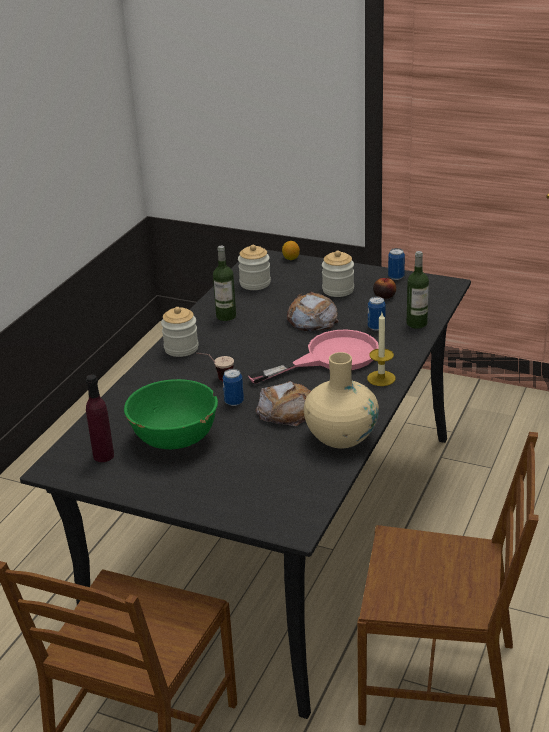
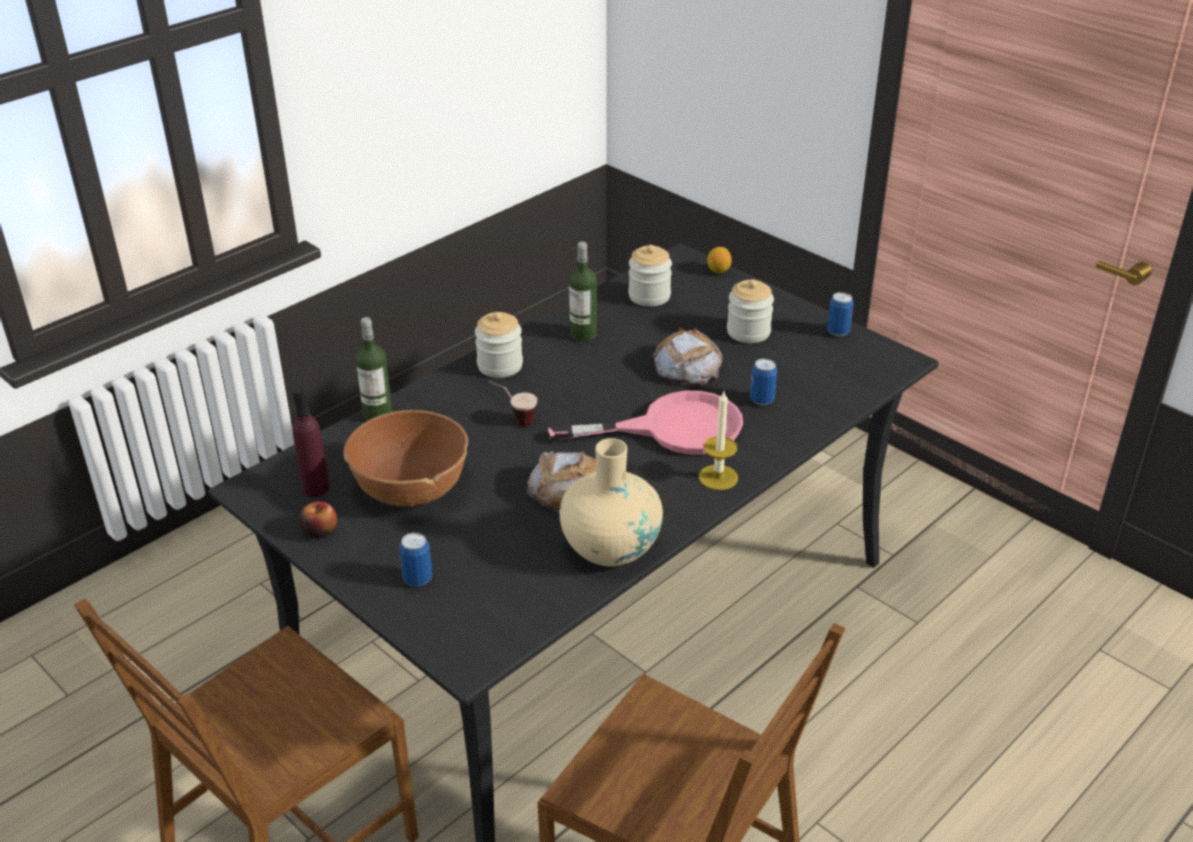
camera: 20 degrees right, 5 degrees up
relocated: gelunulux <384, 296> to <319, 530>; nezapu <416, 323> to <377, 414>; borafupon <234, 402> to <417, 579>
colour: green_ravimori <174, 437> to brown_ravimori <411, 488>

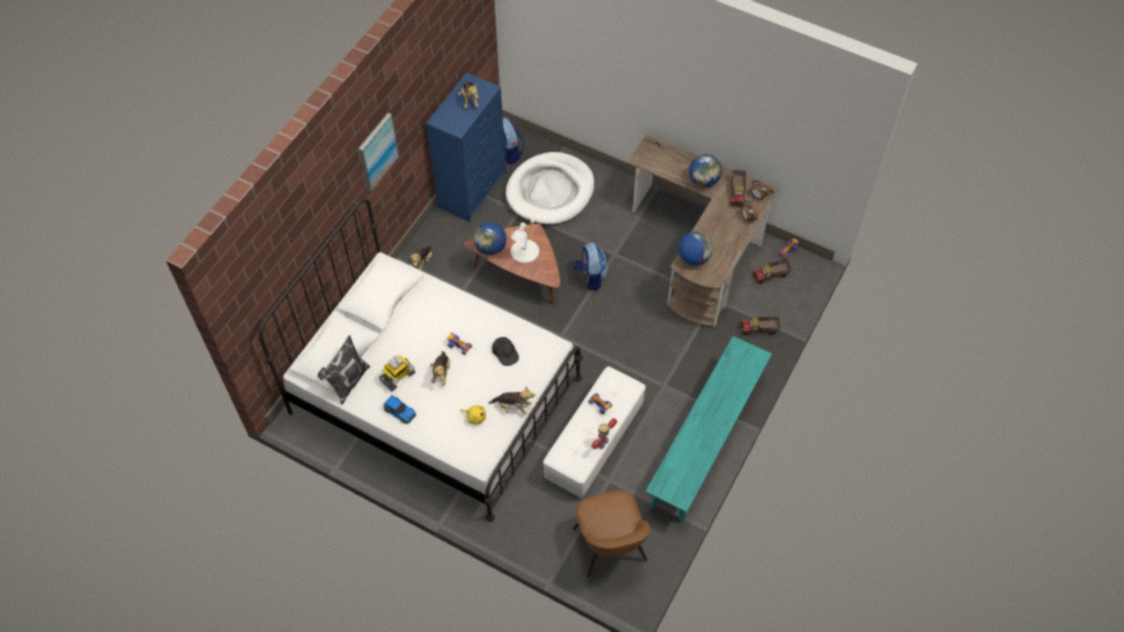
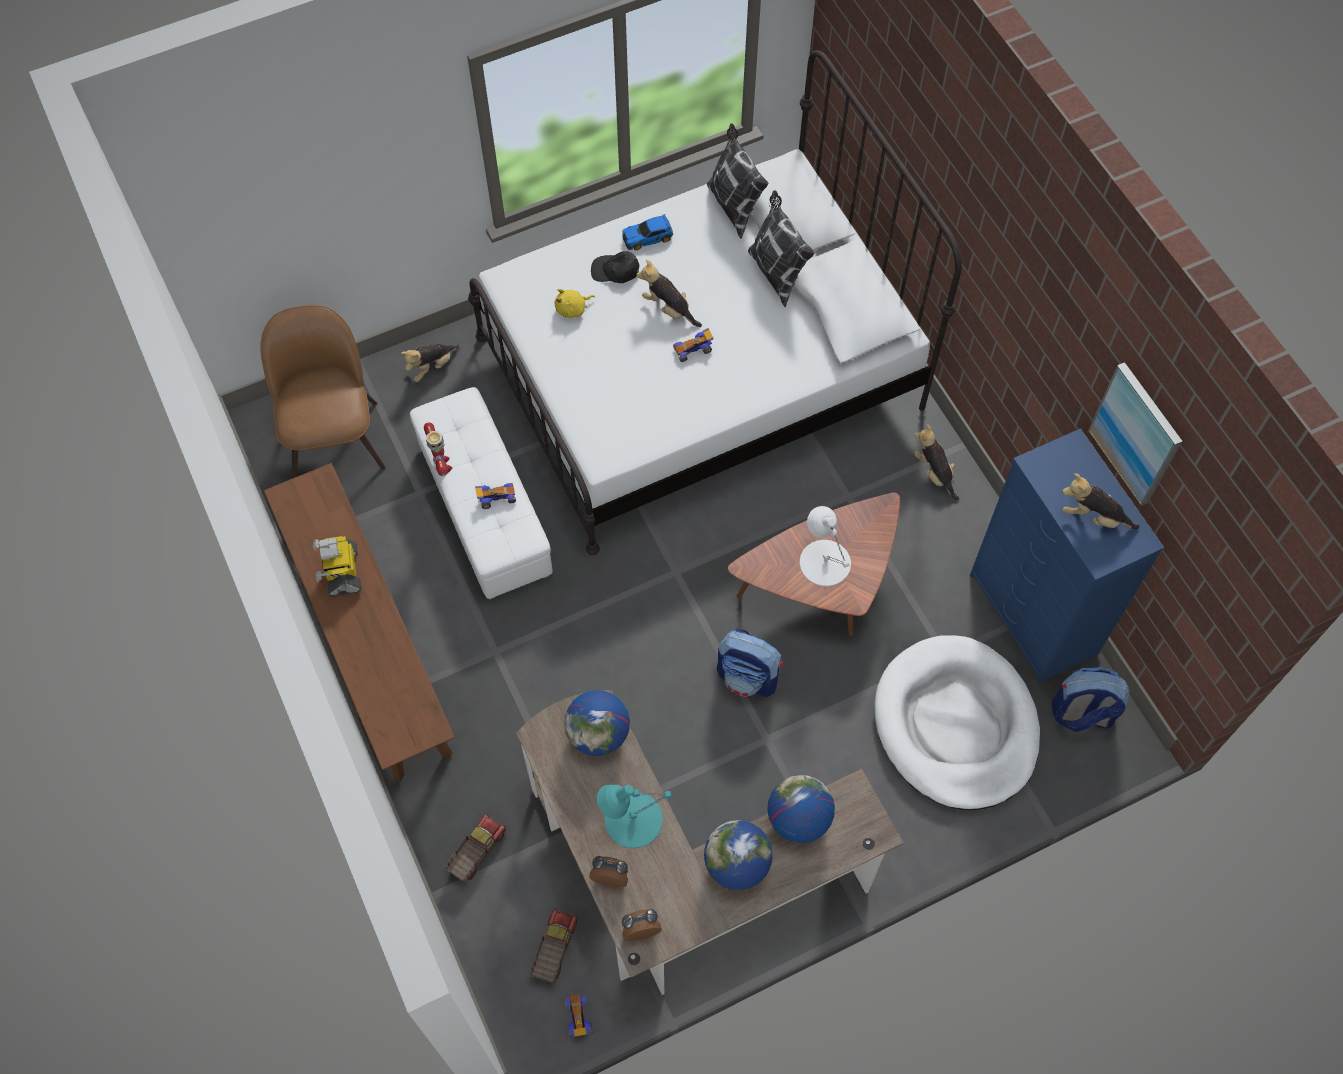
camera: 125 degrees right, 5 degrees up
missing: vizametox <737, 193>
appeared: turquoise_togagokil <632, 819>; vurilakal <776, 272>
relocated: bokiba <398, 377> to <342, 571>; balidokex <513, 406> to <432, 367>; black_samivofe <505, 352> to <615, 270>; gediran <491, 248> to <798, 818>; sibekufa <377, 151> to <1136, 434>
colour: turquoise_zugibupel <705, 442> to brown_zugibupel <369, 642>
spun: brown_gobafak <610, 547> = <334, 437> 60 degrees clockwise

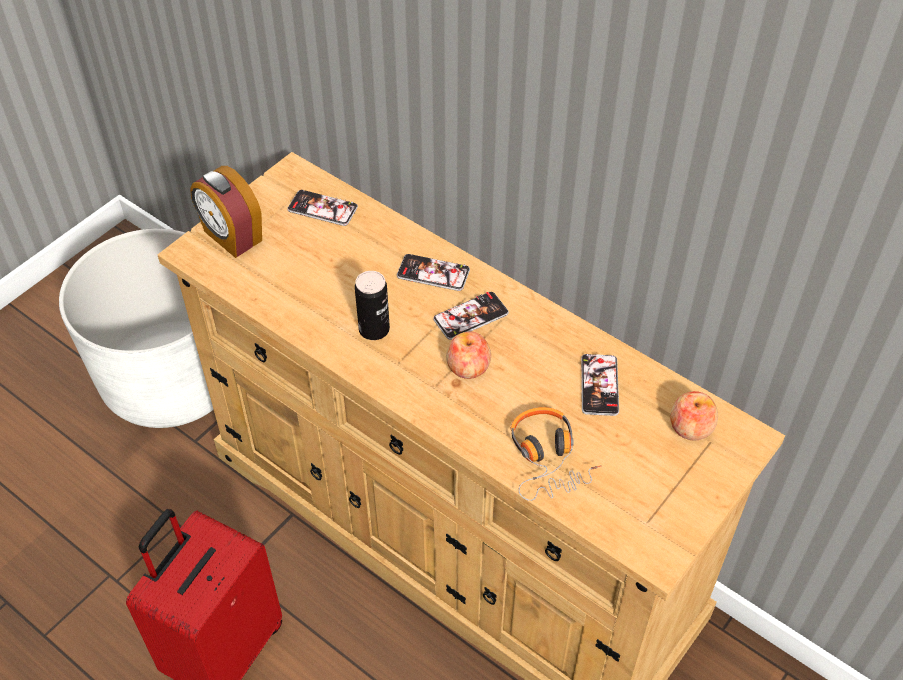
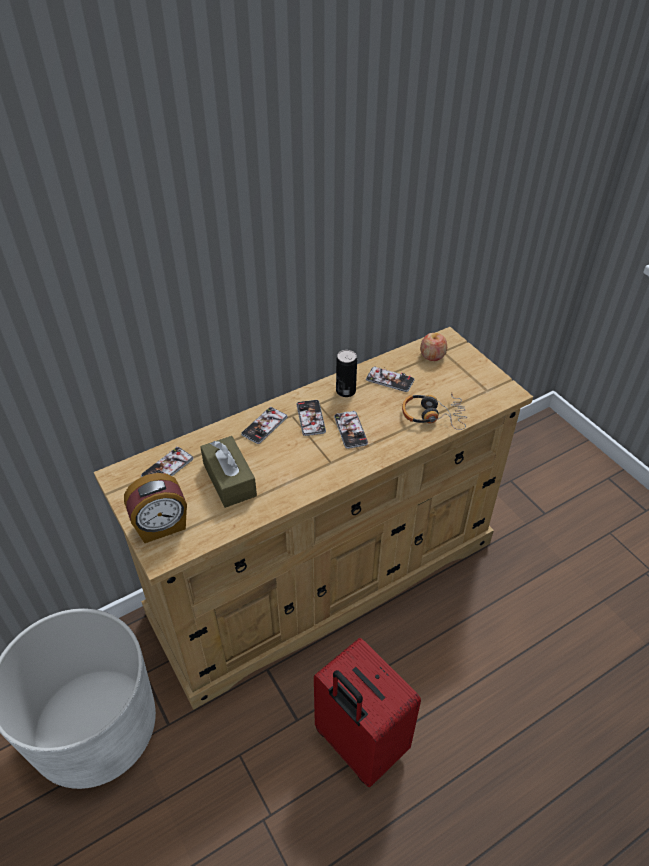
camera: 70 degrees left, 5 degrees down
appeared: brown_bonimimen <229, 480>
relocated: borafupon <374, 329> to <345, 391>
exchanged: gelunulux <468, 366> to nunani <350, 430>

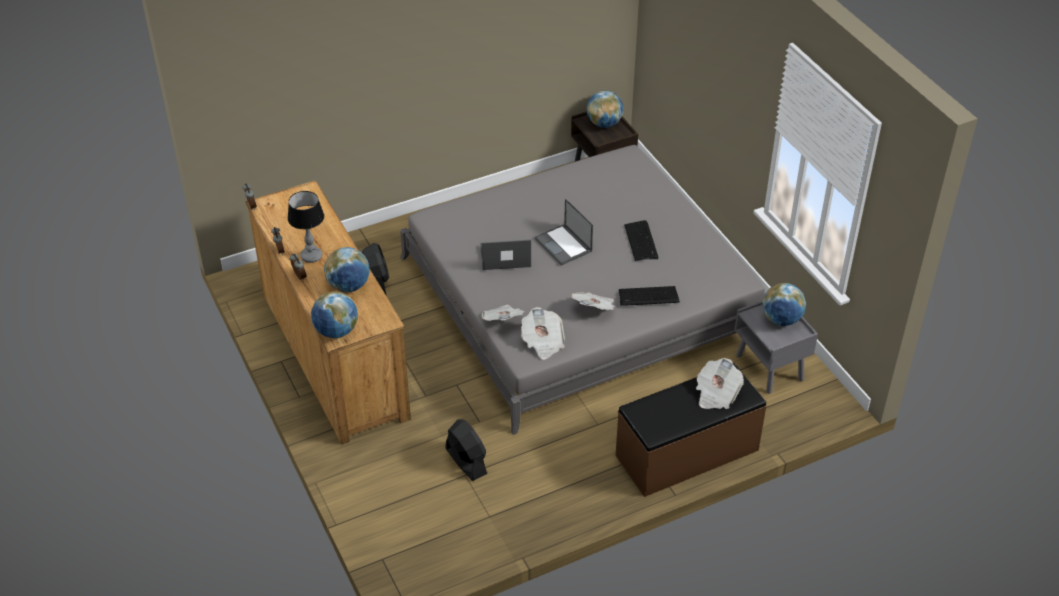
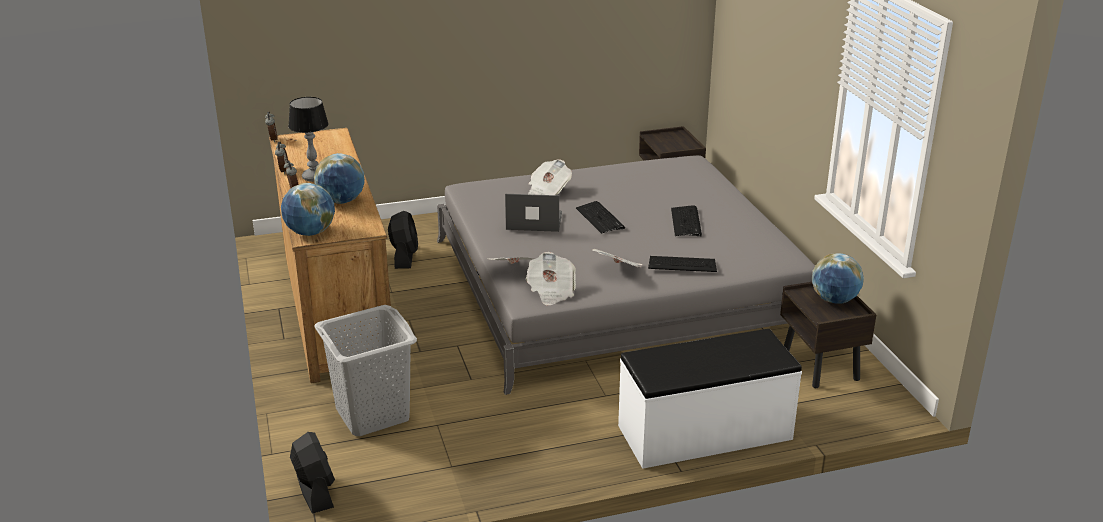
camera: 10 degrees right, 15 degrees down
missing: gediran <604, 123>
appeared: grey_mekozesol <373, 414>
relocated: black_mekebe <466, 461> to <315, 491>; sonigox <716, 394> to <547, 191>
exchanged: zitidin <563, 245> to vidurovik <600, 218>
colour: brown_zugibupel <687, 453> to white_zugibupel <705, 433>; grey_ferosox <770, 368> to brown_ferosox <821, 366>

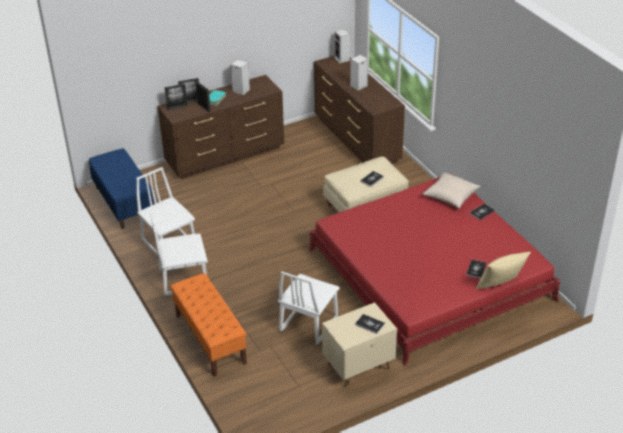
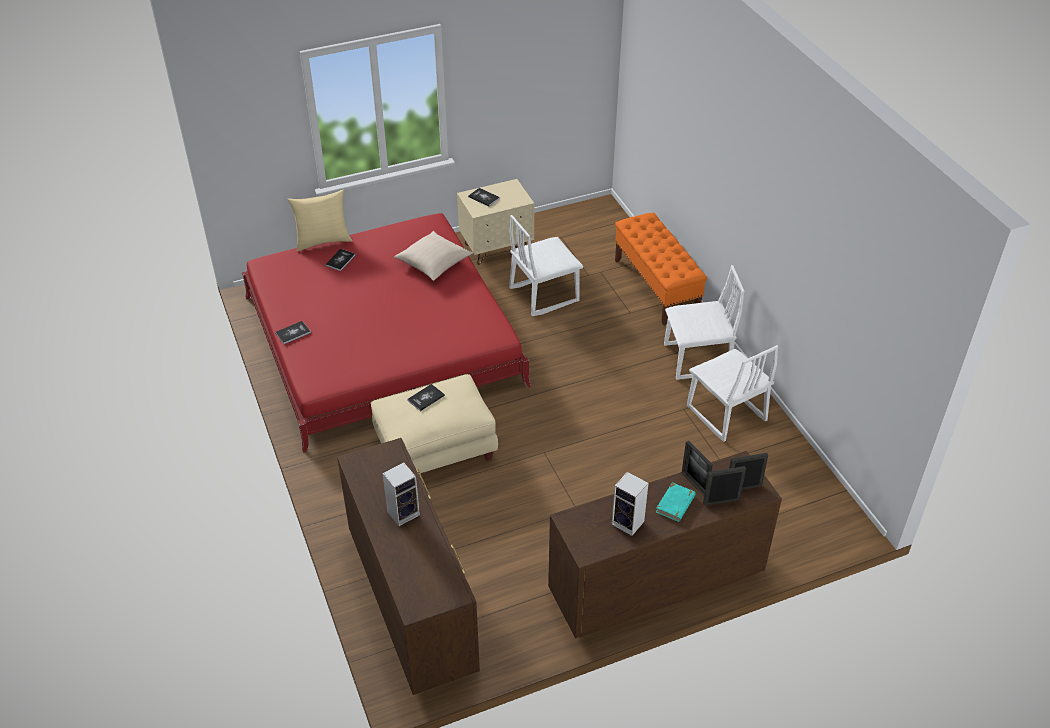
camera: 175 degrees left, 5 degrees up
missing: blue_zugibupel <124, 203>; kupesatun <342, 59>
relocated: beige_vurilakal <450, 196> to <433, 263>
spun: white_gobafak <308, 324> = <543, 294> 150 degrees counterclockwise

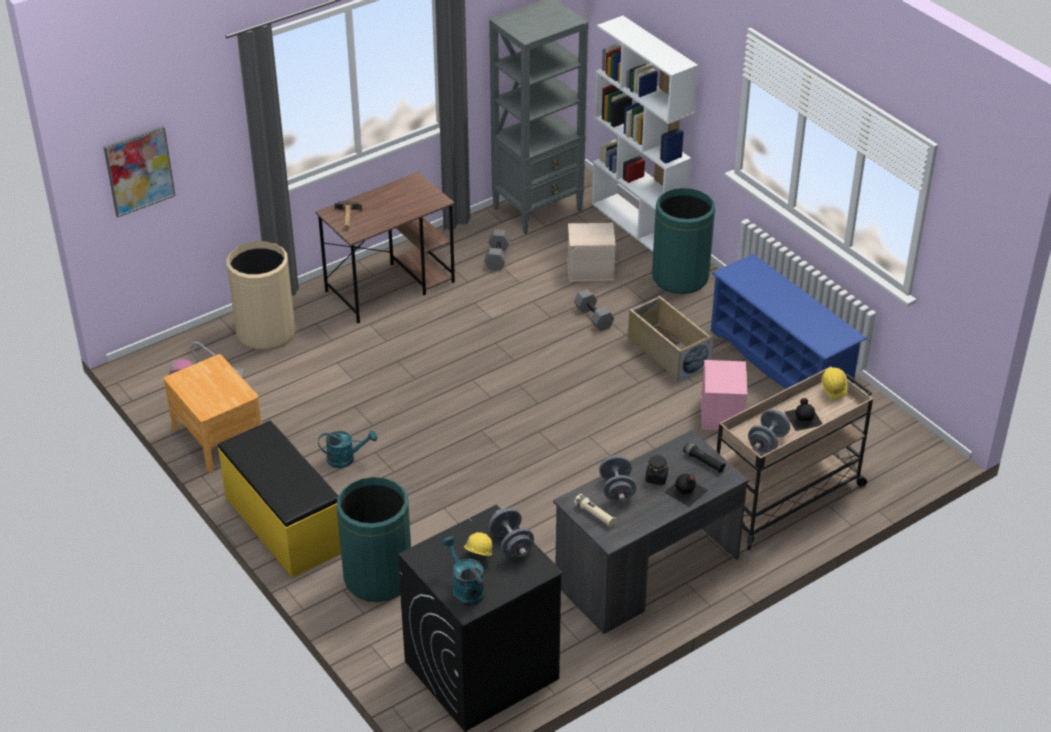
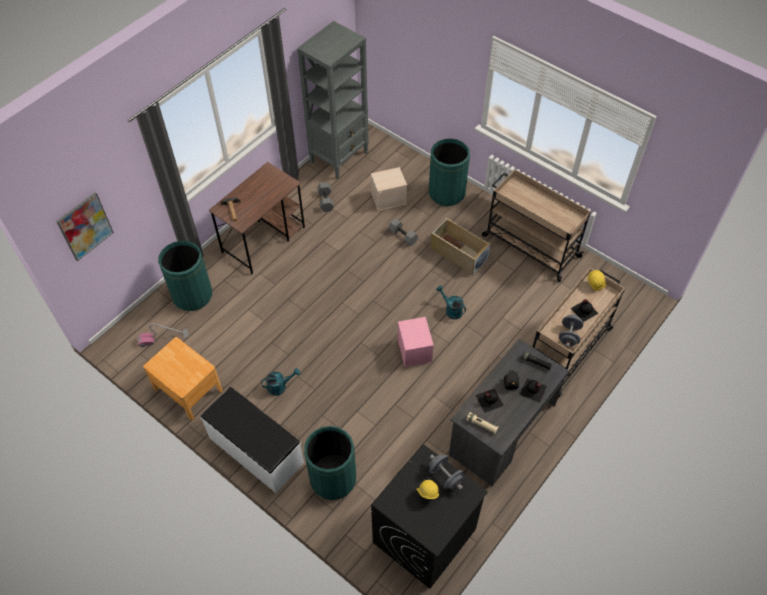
camera: 15 degrees left, 15 degrees up
missing: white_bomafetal <638, 225>
relocated: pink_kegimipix <722, 414> to <415, 351>; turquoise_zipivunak <465, 589> to <451, 310>
exchanged: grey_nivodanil <617, 490> to black_nezapu <488, 400>; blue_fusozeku <780, 362> to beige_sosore <530, 246>
colour: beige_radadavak <265, 333> to green_radadavak <192, 295>; yellow_zugibupel <283, 524> to white_zugibupel <255, 451>

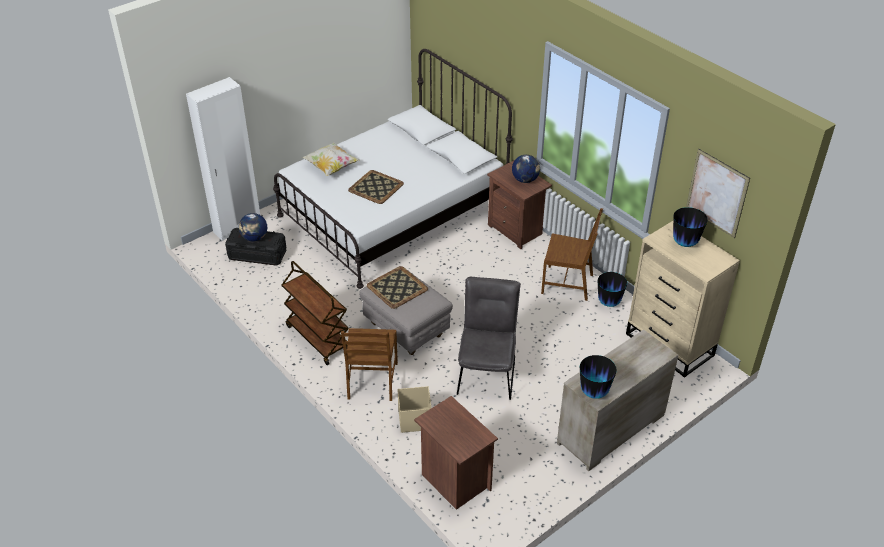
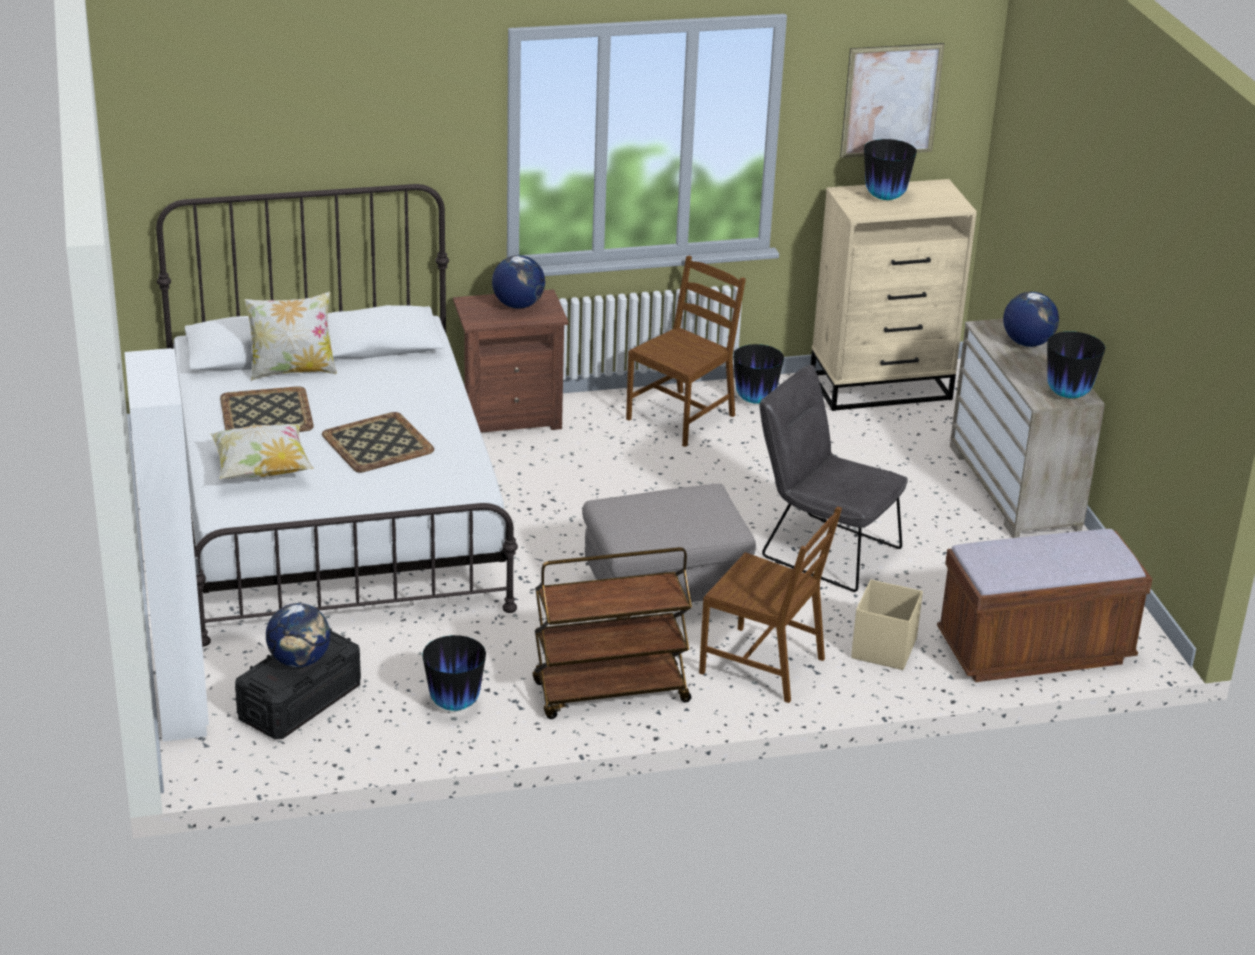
camera: 65 degrees left, 10 degrees down
appeared: vurilakal <292, 371>; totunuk <454, 704>; gediran <1027, 343>
relocated: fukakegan <396, 287> to <265, 413>
exchanged: brown_ferosox <454, 481> to brown_zugibupel <1034, 651>

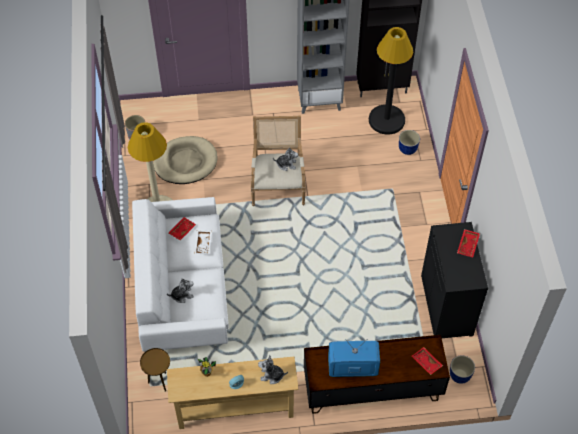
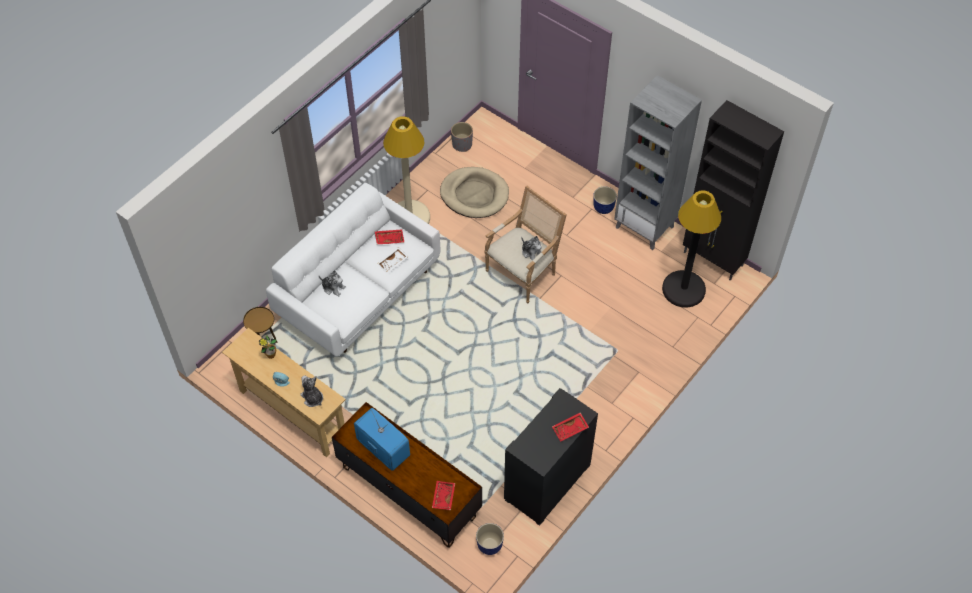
camera: 45 degrees right, 0 degrees up
relocated: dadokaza <407, 149> to <603, 208>

